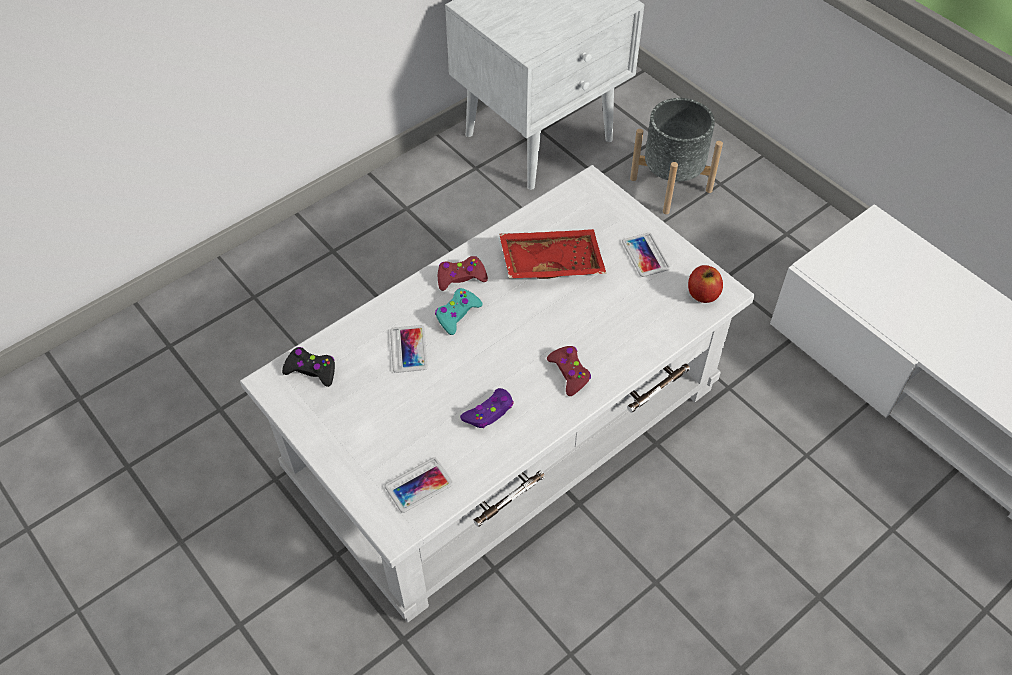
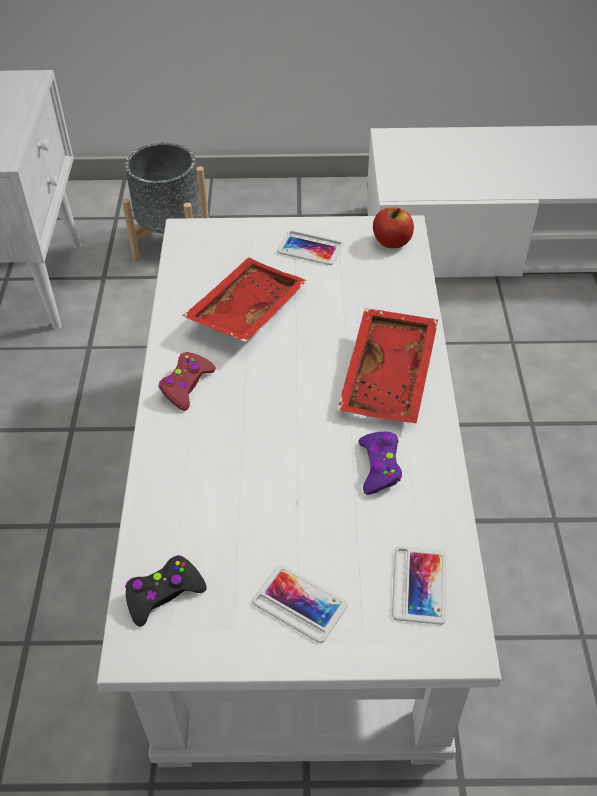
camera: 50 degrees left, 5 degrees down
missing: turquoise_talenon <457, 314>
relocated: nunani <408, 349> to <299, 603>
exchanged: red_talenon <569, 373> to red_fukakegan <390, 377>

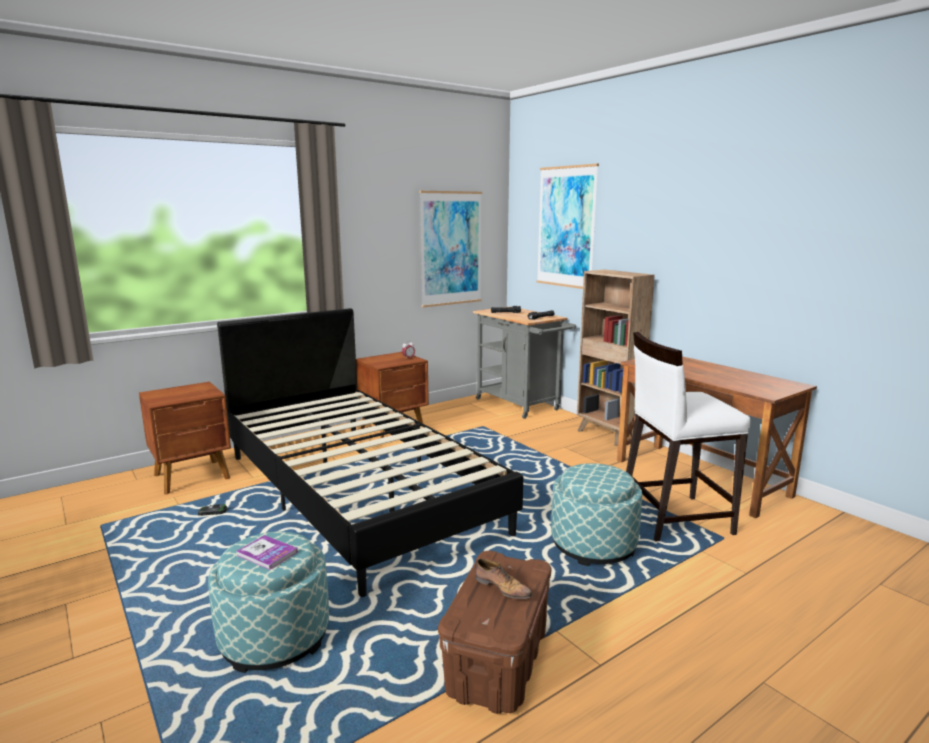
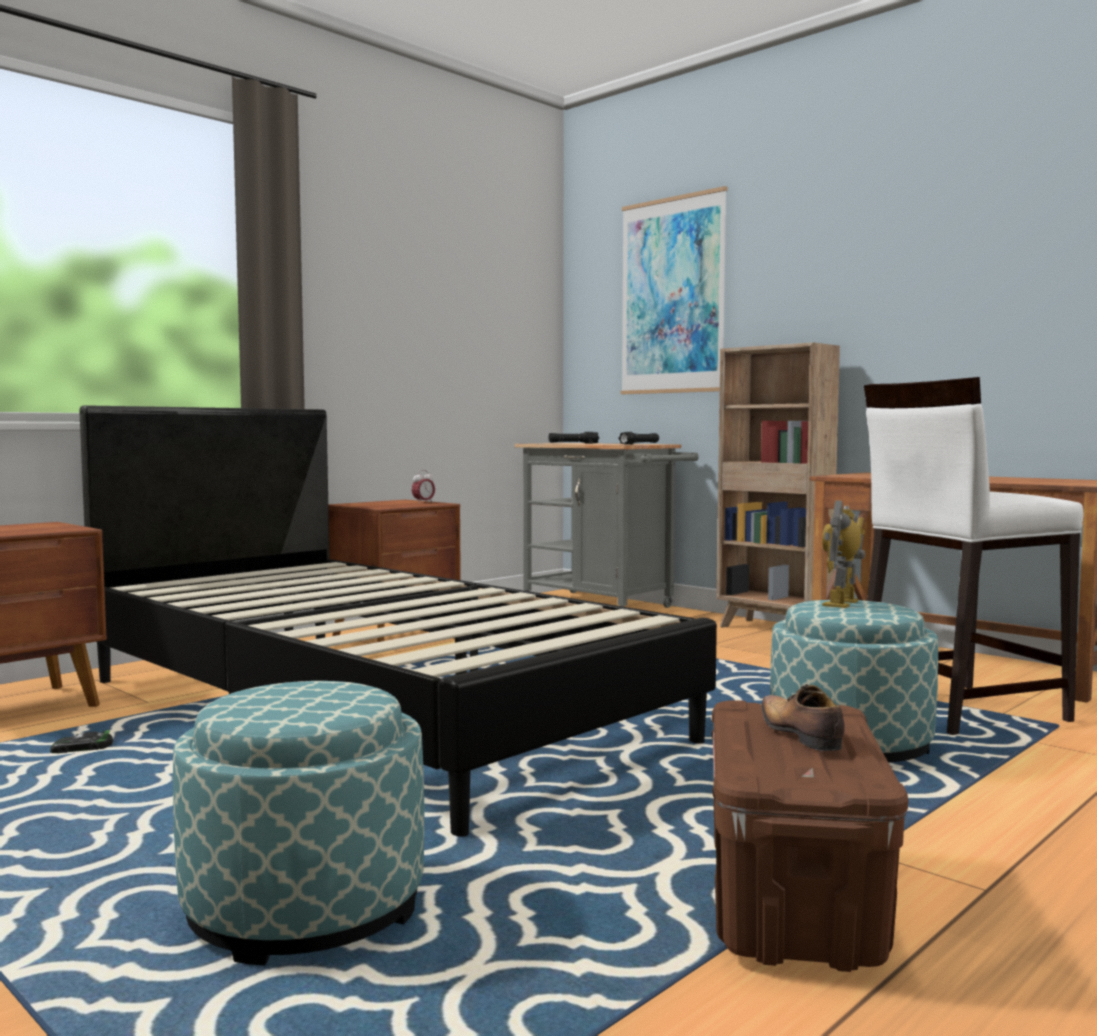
camera: 10 degrees left, 10 degrees down
missing: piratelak <267, 553>; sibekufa <451, 248>
appeared: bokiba <842, 603>
spun: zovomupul <501, 587> = <799, 734> 135 degrees counterclockwise

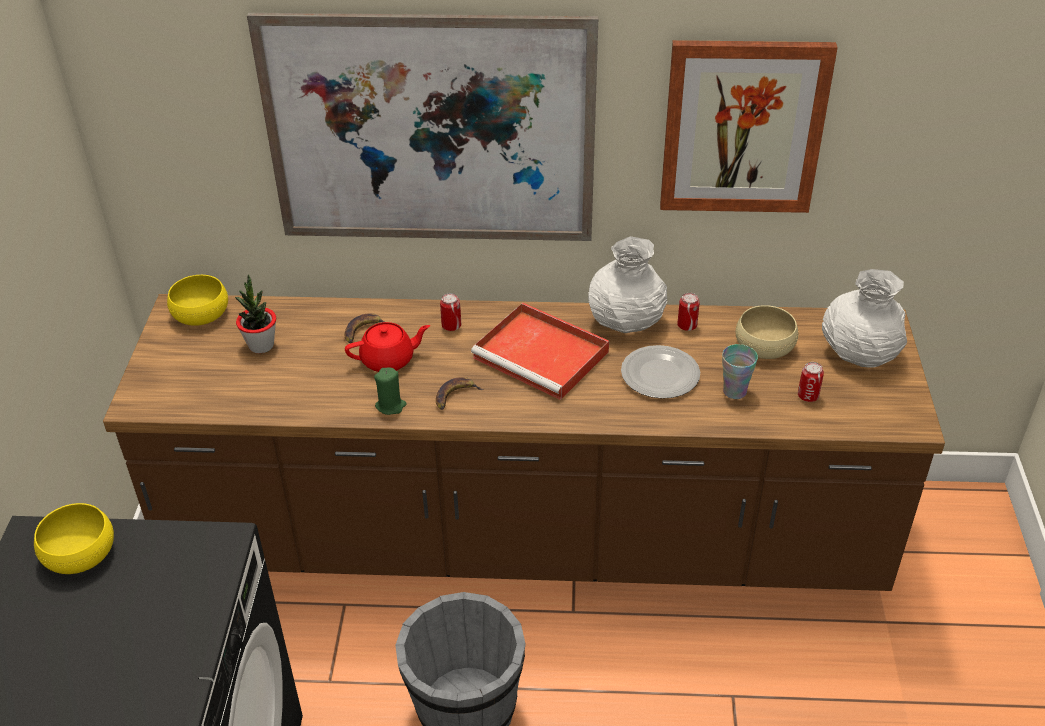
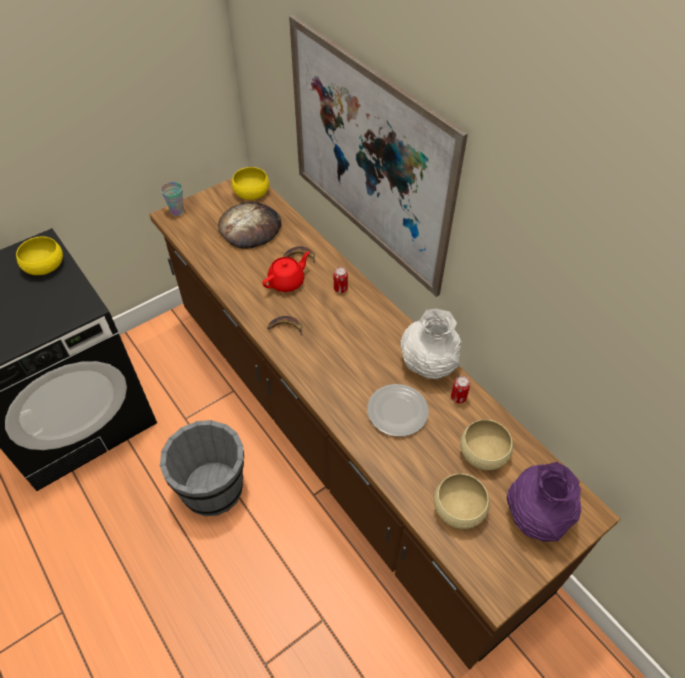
camera: 50 degrees right, 10 degrees up
missing: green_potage <390, 406>; red_fukakegan <543, 355>; sibekufa <743, 127>
relocated: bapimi <734, 391> to <177, 211>
exchanged: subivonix <261, 345> to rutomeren <250, 228>; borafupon <808, 396> to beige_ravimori <459, 507>
colour: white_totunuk <858, 354> to purple_totunuk <536, 515>
spun: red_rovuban <389, 360> = <287, 282> 75 degrees counterclockwise

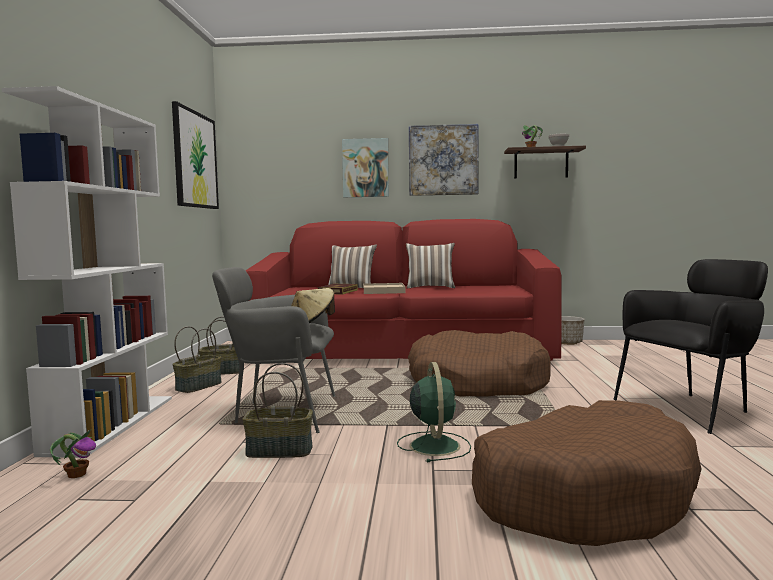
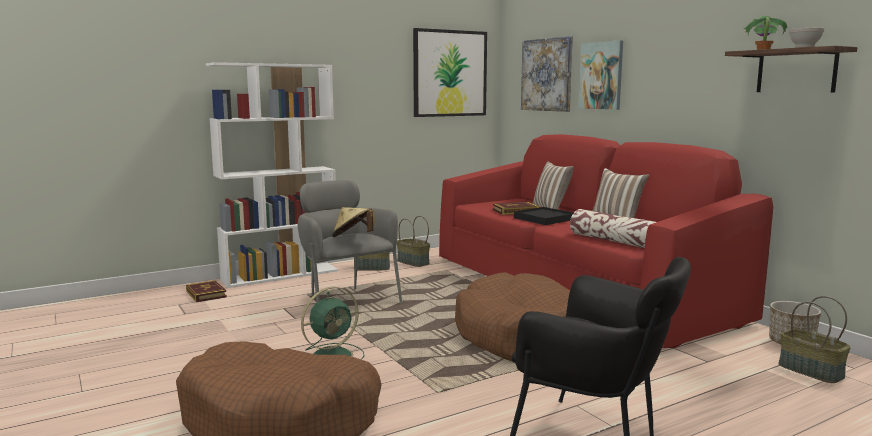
camera: 55 degrees right, 5 degrees up
appeared: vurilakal <615, 241>
relocated: sibekufa <443, 160> to <547, 75>; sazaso <278, 451> to <809, 371>
exchanged: subivonix <77, 474> to piratelak <206, 294>
colour: beige_fukakegan <383, 291> to black_fukakegan <544, 219>

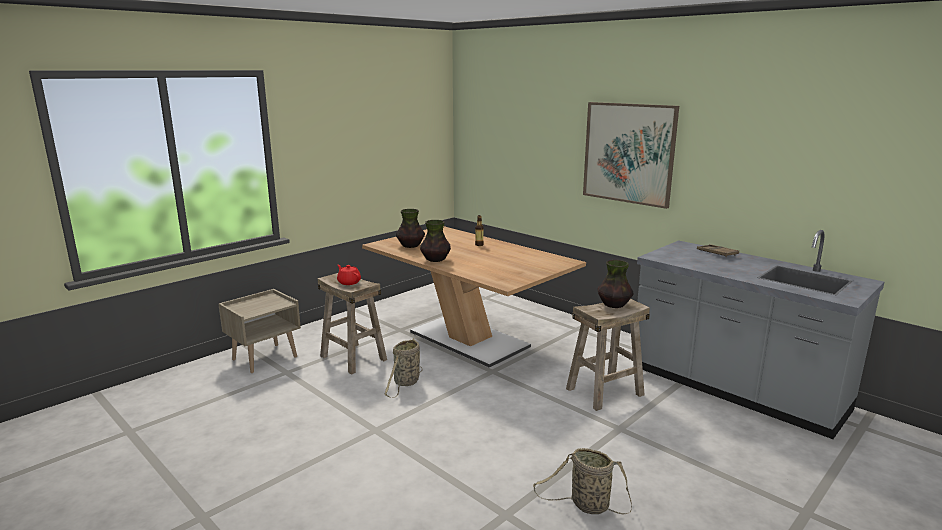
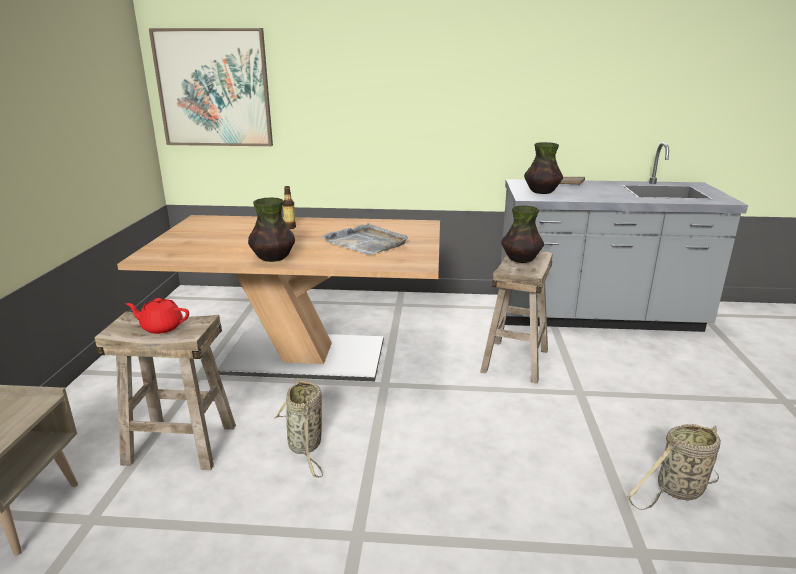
camera: 40 degrees left, 5 degrees up
appeared: grey_fukakegan <366, 242>
relocated: sibekufa <628, 153> to <214, 88>; totunuk <411, 246> to <542, 192>

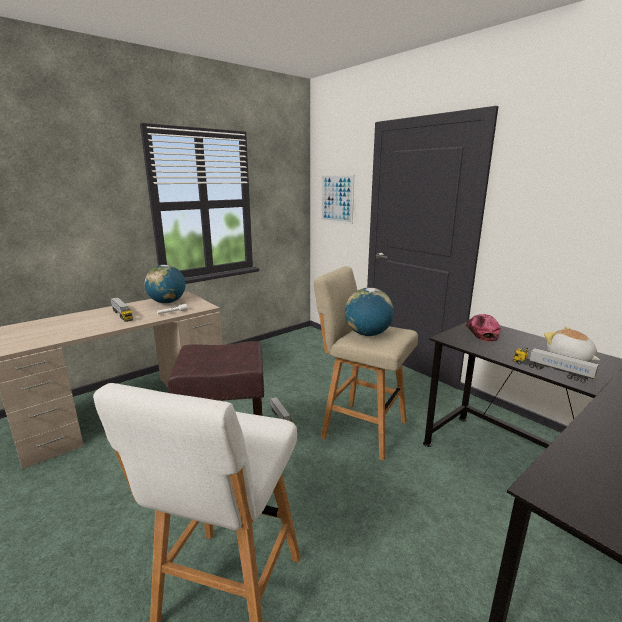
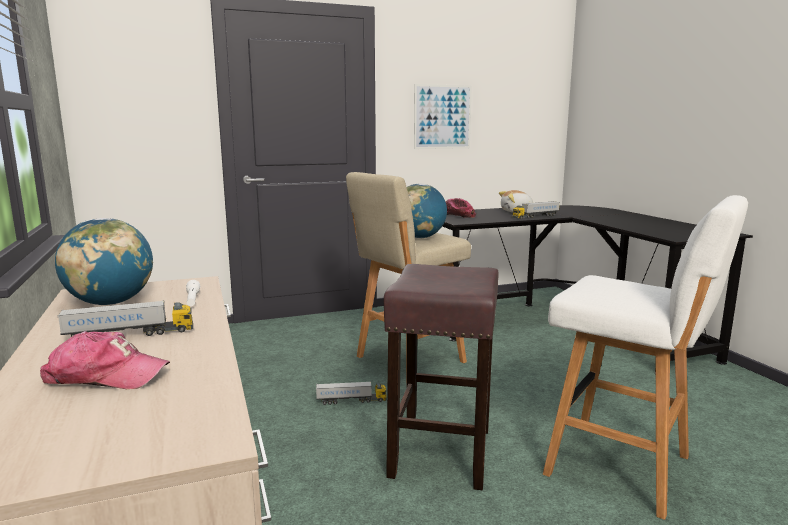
camera: 70 degrees left, 5 degrees down
appeared: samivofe <105, 376>
relocated: sibekufa <337, 198> to <442, 117>

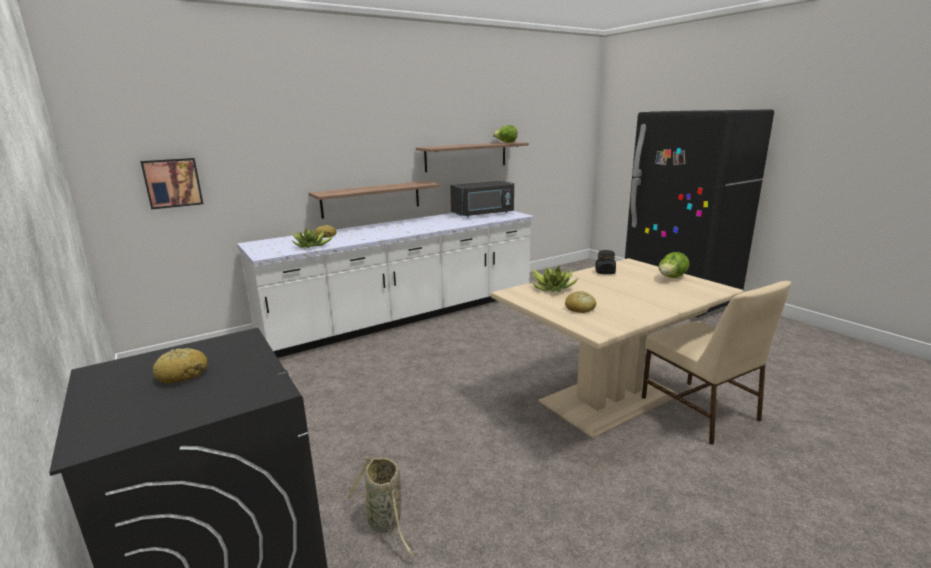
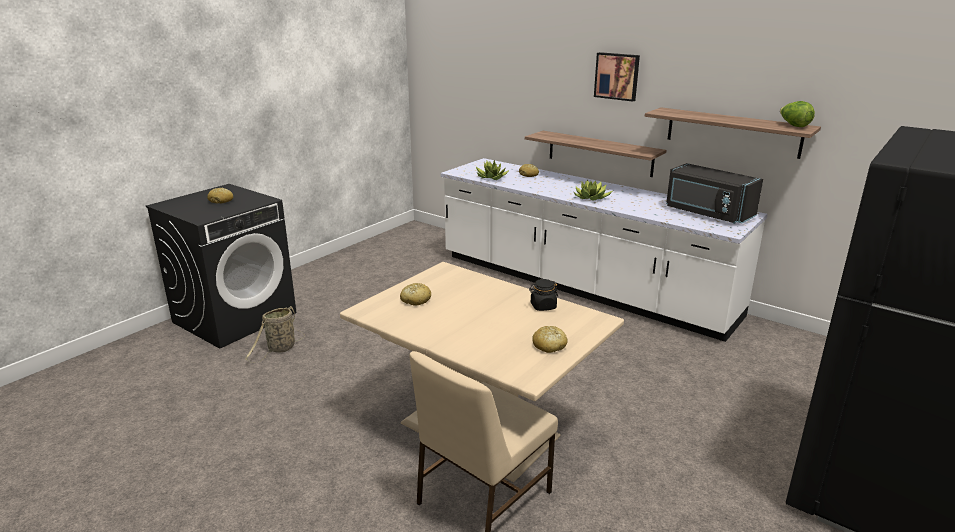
camera: 70 degrees right, 5 degrees up
relocated: subivonix <553, 288> to <591, 198>; sibekufa <172, 183> to <617, 76>
exchanged: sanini <671, 278> to rutomeren <549, 346>

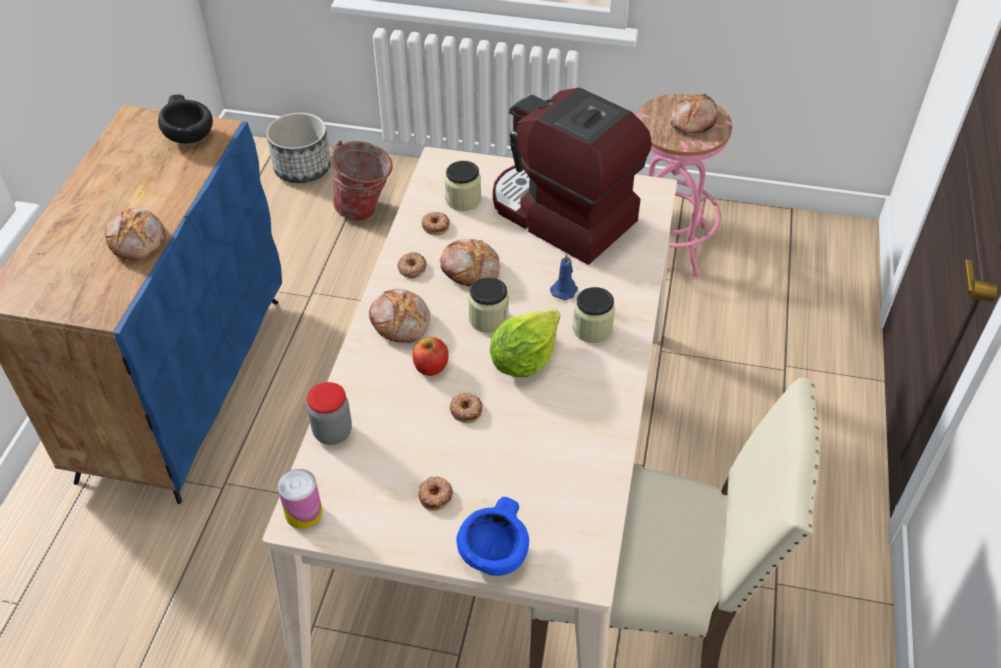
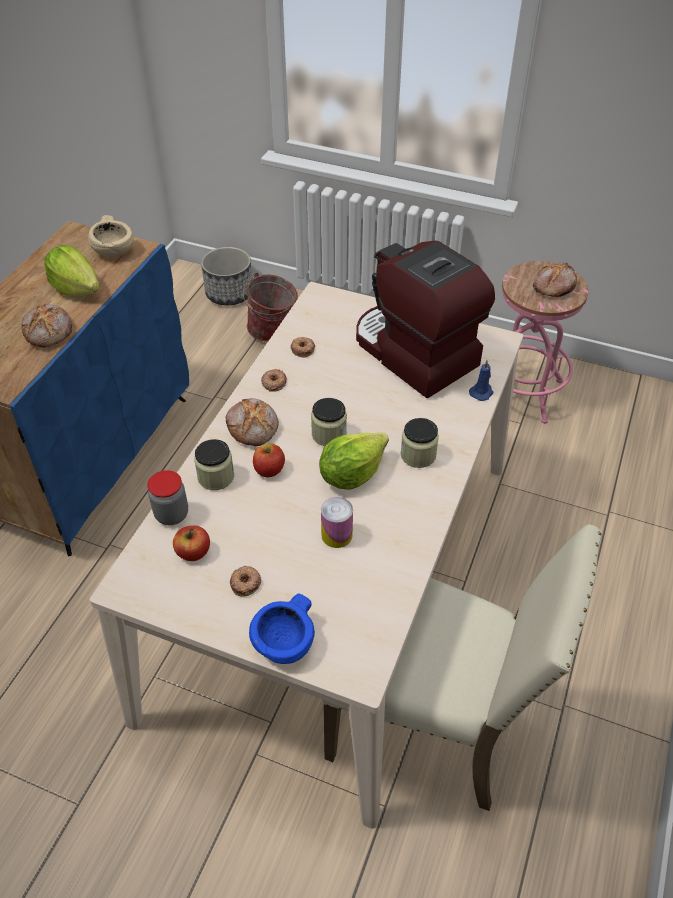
camera: 10 degrees right, 0 degrees up
missing: rutomeren <471, 269>; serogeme <466, 410>
appeared: sanini <76, 288>; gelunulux <193, 552>
relocated: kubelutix <463, 200> to <216, 477>; borafupon <303, 512> to <336, 535>; blue_potage <564, 289> to <481, 392>
colour: black_ravimori <190, 135> to beige_ravimori <114, 251>

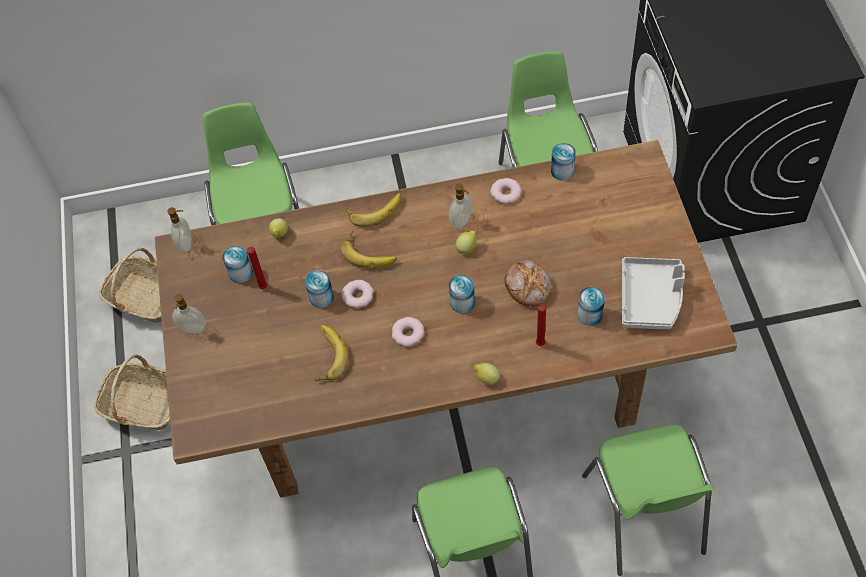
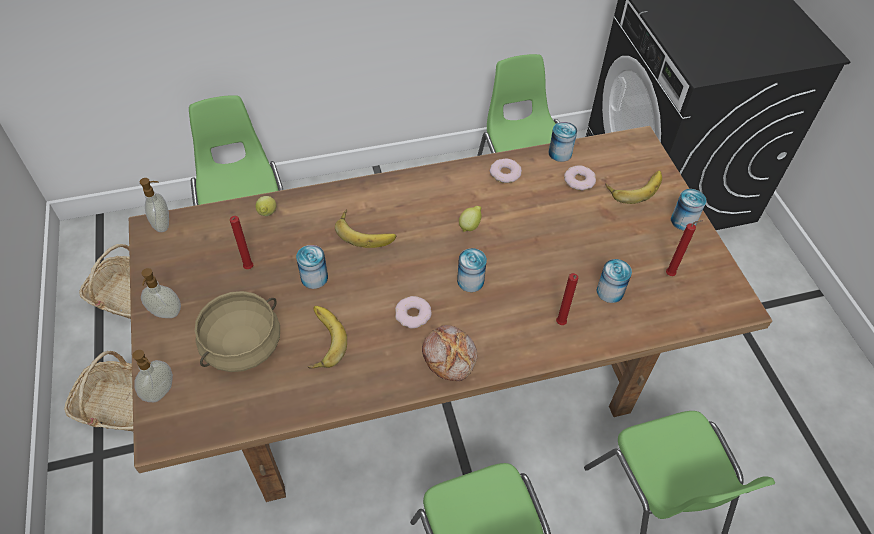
camera: 10 degrees left, 5 degrees down
missing: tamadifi <486, 378>
appeared: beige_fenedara <242, 345>
relocated: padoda <462, 221> to <161, 392>; rutomeren <528, 286> to <450, 356>; serogeme <358, 296> to <579, 180>; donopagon <374, 209> to <634, 187>; borafupon <241, 273> to <683, 221>
exchanged: grey_fukakegan <650, 299> to red_potage <671, 274>

